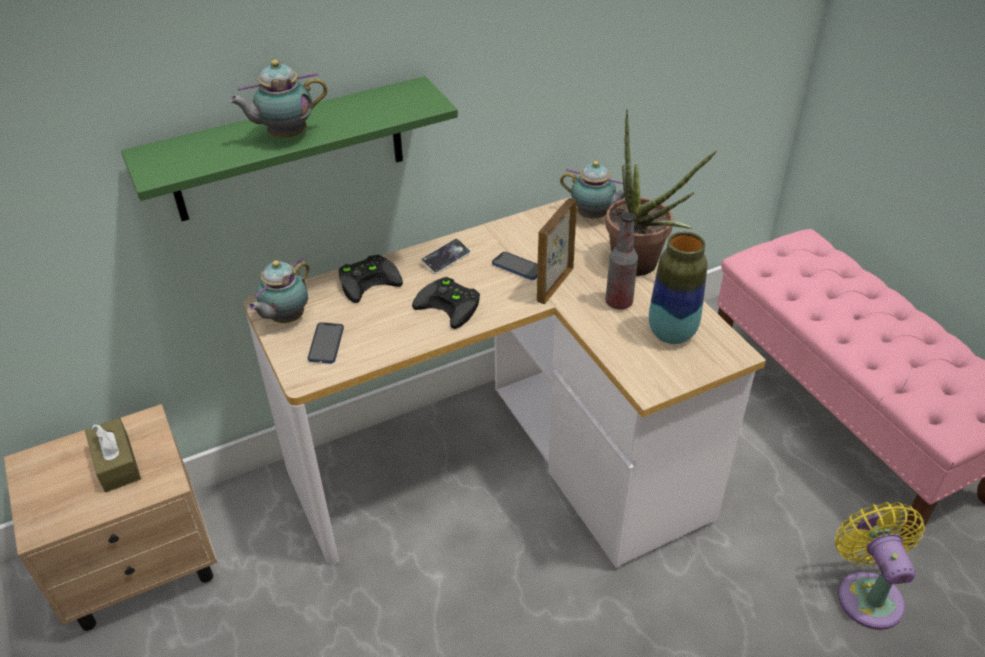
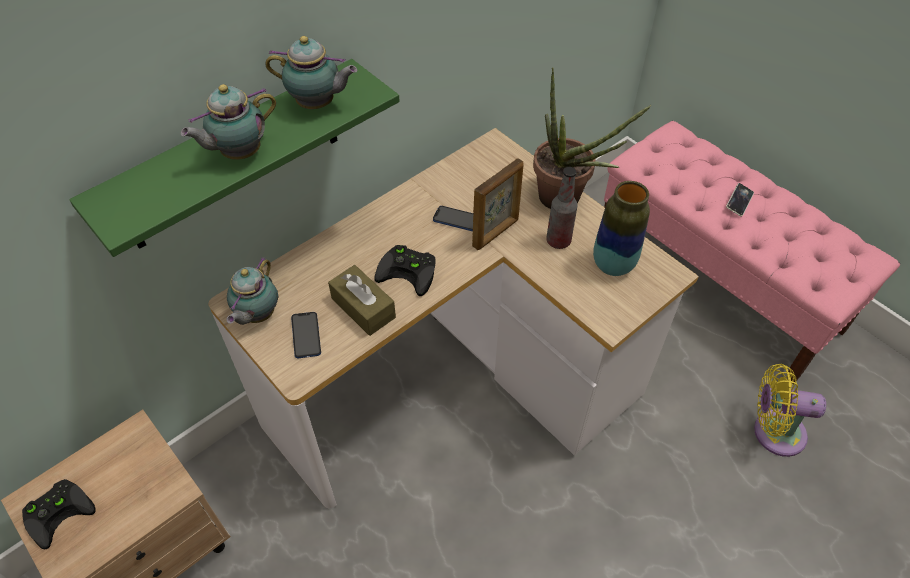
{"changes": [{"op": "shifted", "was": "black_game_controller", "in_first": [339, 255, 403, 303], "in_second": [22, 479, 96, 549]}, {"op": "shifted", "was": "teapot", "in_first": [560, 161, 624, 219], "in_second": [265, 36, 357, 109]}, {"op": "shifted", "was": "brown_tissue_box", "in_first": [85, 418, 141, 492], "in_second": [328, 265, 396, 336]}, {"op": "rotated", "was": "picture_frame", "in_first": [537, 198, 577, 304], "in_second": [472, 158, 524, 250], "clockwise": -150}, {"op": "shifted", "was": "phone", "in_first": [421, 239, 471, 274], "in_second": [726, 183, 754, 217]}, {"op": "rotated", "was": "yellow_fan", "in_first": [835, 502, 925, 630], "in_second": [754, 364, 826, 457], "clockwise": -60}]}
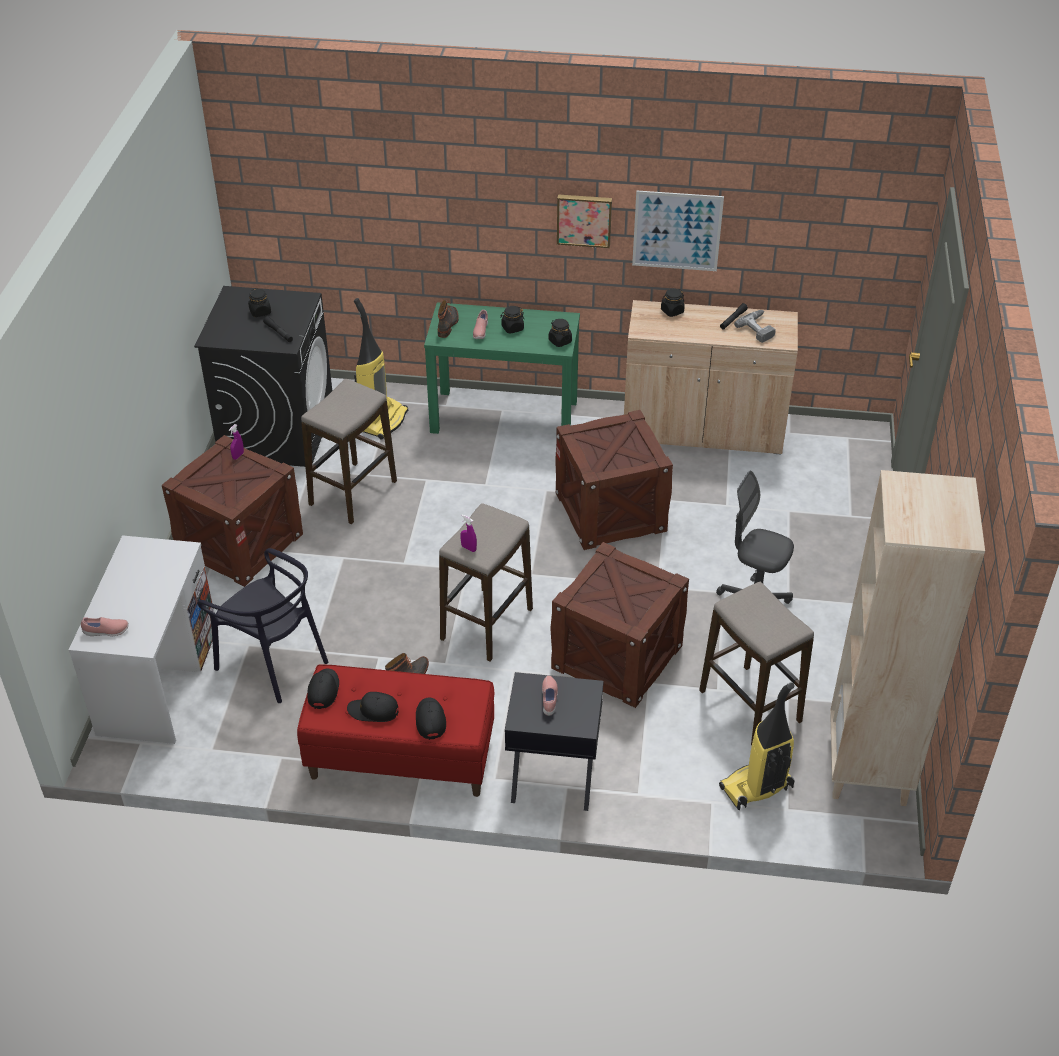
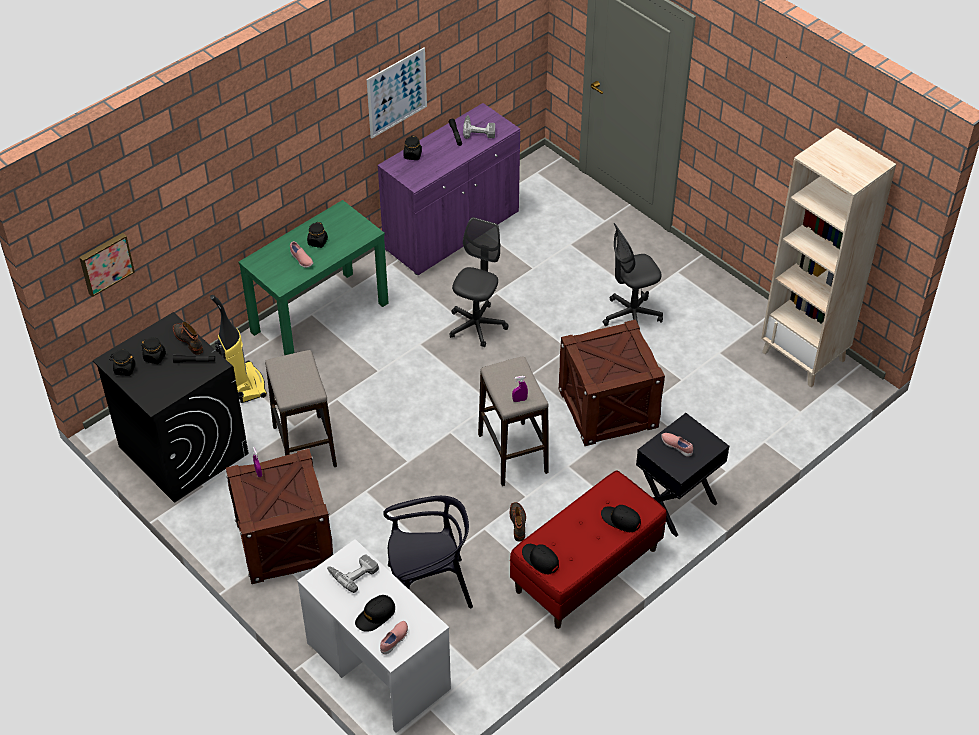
{"changes": [{"op": "shifted", "was": "picture", "in_first": [557, 194, 612, 248], "in_second": [79, 233, 135, 297]}, {"op": "shifted", "was": "black_jar", "in_first": [549, 319, 572, 347], "in_second": [110, 349, 136, 376]}, {"op": "shifted", "was": "boot", "in_first": [438, 300, 459, 338], "in_second": [173, 321, 203, 355]}, {"op": "new", "now": "power_drill", "in_second": [327, 555, 379, 593]}, {"op": "shifted", "was": "black_cap", "in_first": [347, 692, 398, 722], "in_second": [355, 595, 395, 632]}, {"op": "repainted", "was": "beige_cabinet", "now": "purple_cabinet", "in_first": [624, 300, 798, 454], "in_second": [377, 103, 520, 275]}, {"op": "swapped", "was": "crate", "now": "grey_office_chair", "in_first": [555, 410, 673, 550], "in_second": [450, 217, 508, 347]}, {"op": "gone", "was": "stool", "in_first": [699, 582, 814, 746]}, {"op": "gone", "was": "vacuum_cleaner", "in_first": [719, 683, 795, 810]}]}
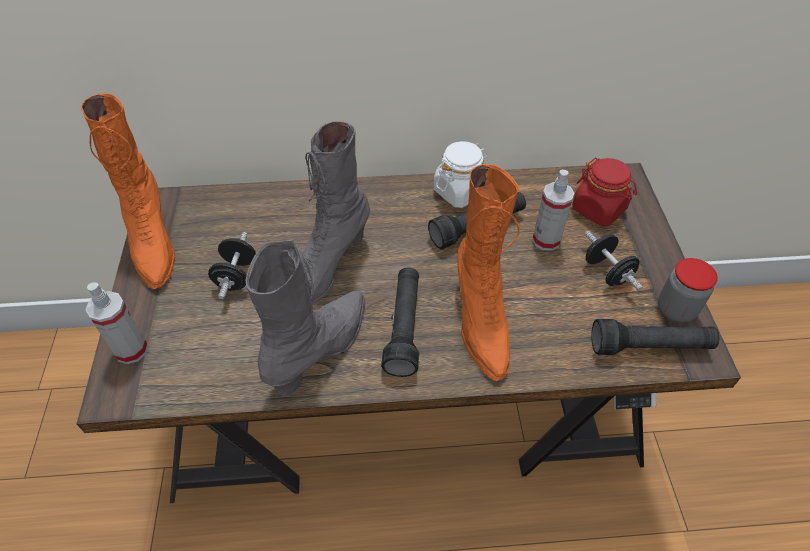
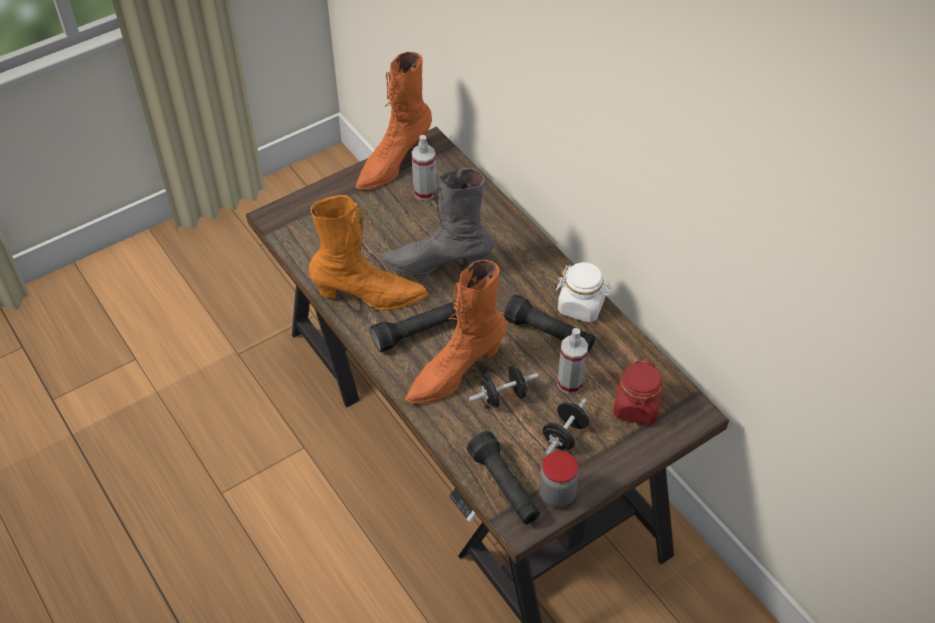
{"changes": [{"op": "repainted", "was": "grey_boot", "now": "orange_boot", "in_first": [246, 239, 365, 396], "in_second": [309, 195, 427, 311]}, {"op": "shifted", "was": "spray_bottle", "in_first": [86, 282, 148, 364], "in_second": [412, 135, 437, 200]}, {"op": "shifted", "was": "black_dumbbell", "in_first": [208, 232, 256, 299], "in_second": [469, 365, 539, 408]}]}
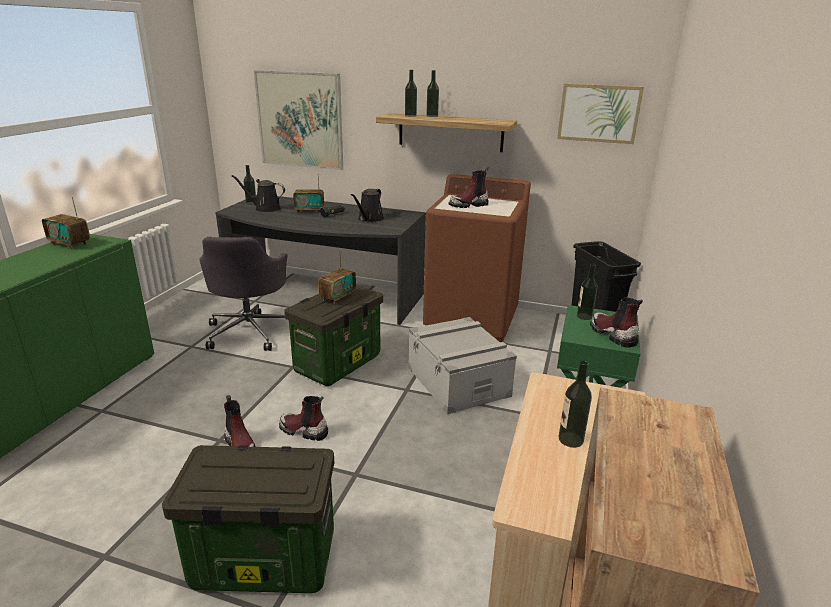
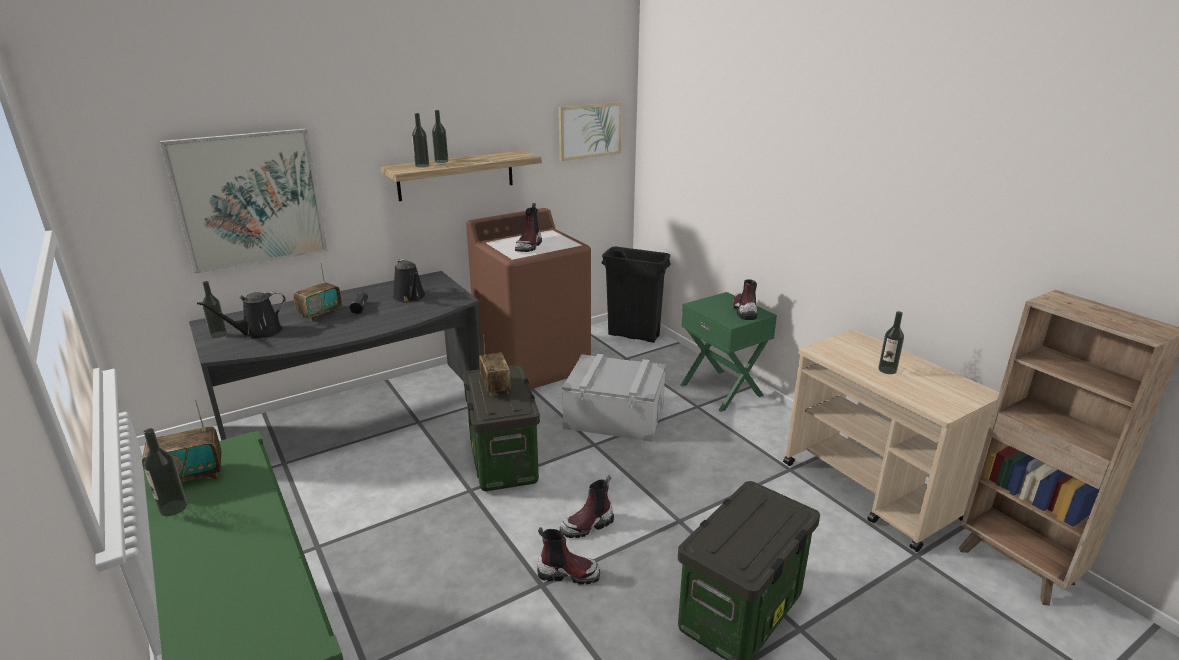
{"changes": [{"op": "shifted", "was": "bottle", "in_first": [577, 264, 598, 320], "in_second": [143, 428, 187, 516]}, {"op": "rotated", "was": "boot", "in_first": [590, 297, 643, 348], "in_second": [732, 279, 757, 320], "clockwise": 75}, {"op": "gone", "was": "grey_office_chair", "in_first": [200, 237, 288, 351]}]}
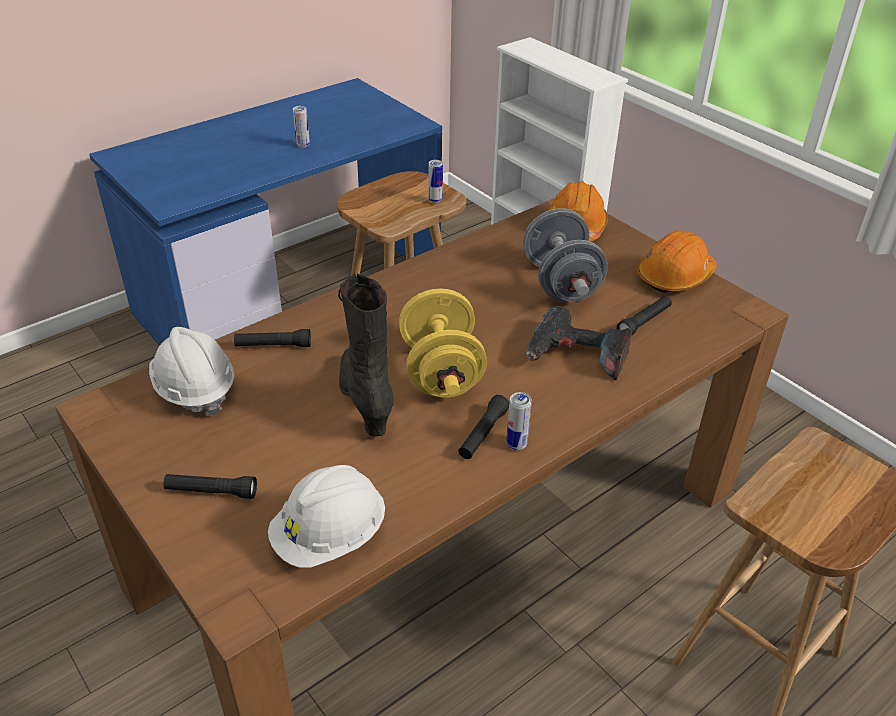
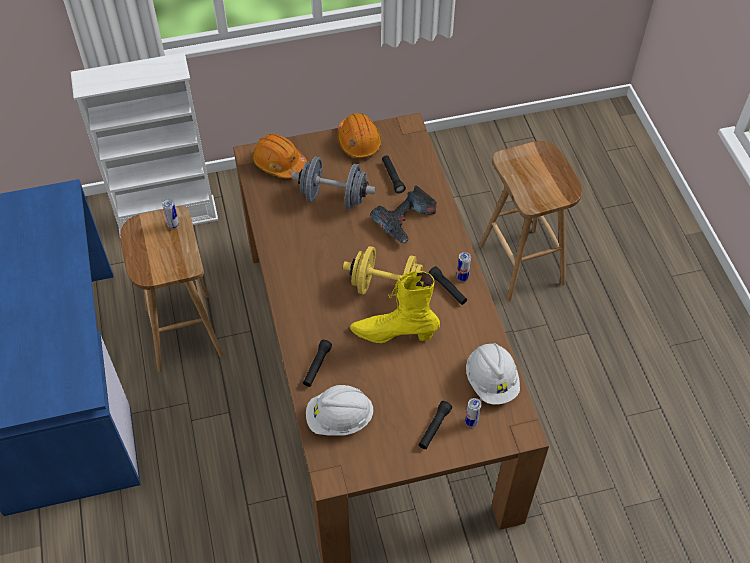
{"changes": [{"op": "repainted", "was": "black_boot", "now": "yellow_boot", "in_first": [338, 273, 394, 437], "in_second": [350, 271, 440, 343]}, {"op": "shifted", "was": "can", "in_first": [293, 106, 310, 148], "in_second": [465, 398, 481, 427]}]}
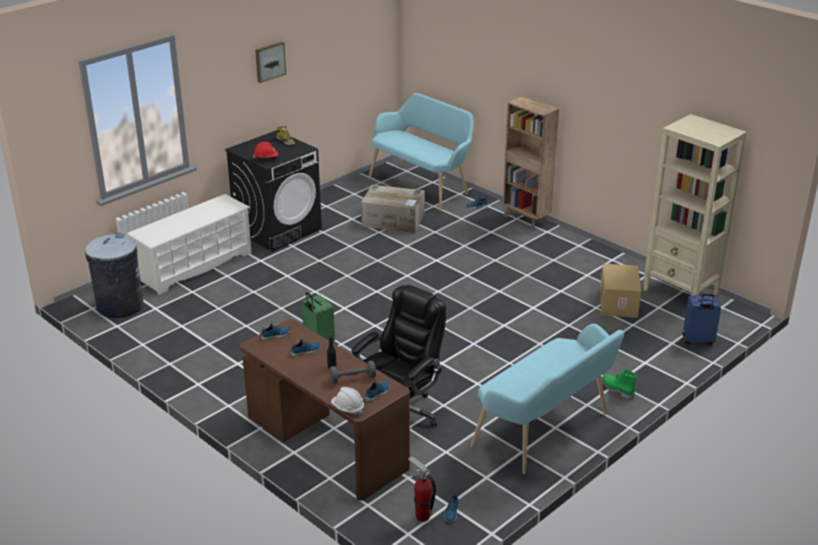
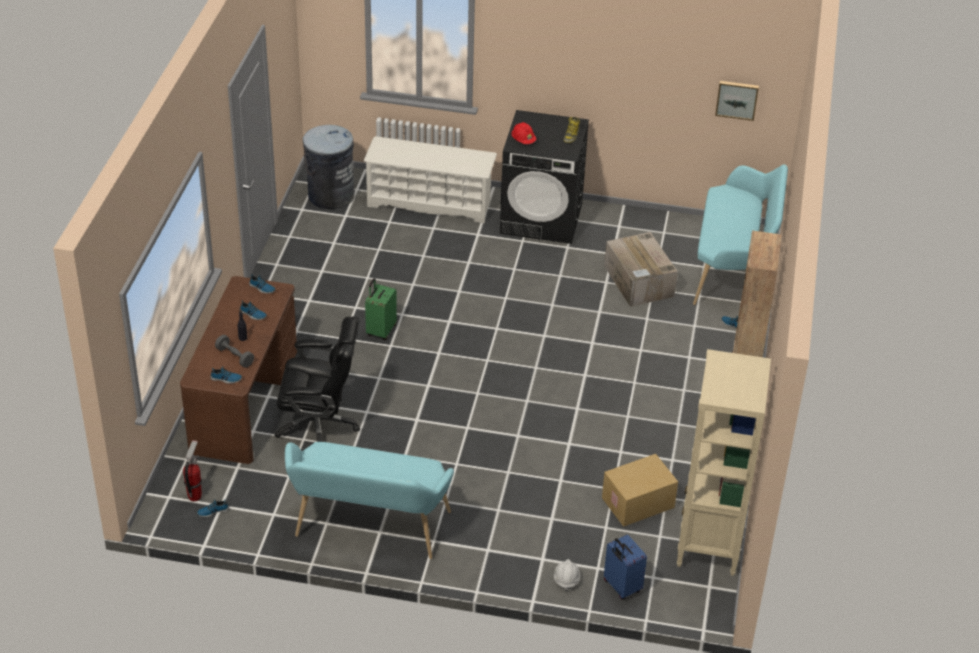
{"changes": [{"op": "shifted", "was": "white_hard_hat", "in_first": [331, 387, 364, 415], "in_second": [554, 559, 580, 591]}, {"op": "shifted", "was": "picture", "in_first": [255, 42, 286, 83], "in_second": [715, 81, 759, 121]}, {"op": "gone", "was": "green_boot", "in_first": [602, 369, 637, 400]}]}
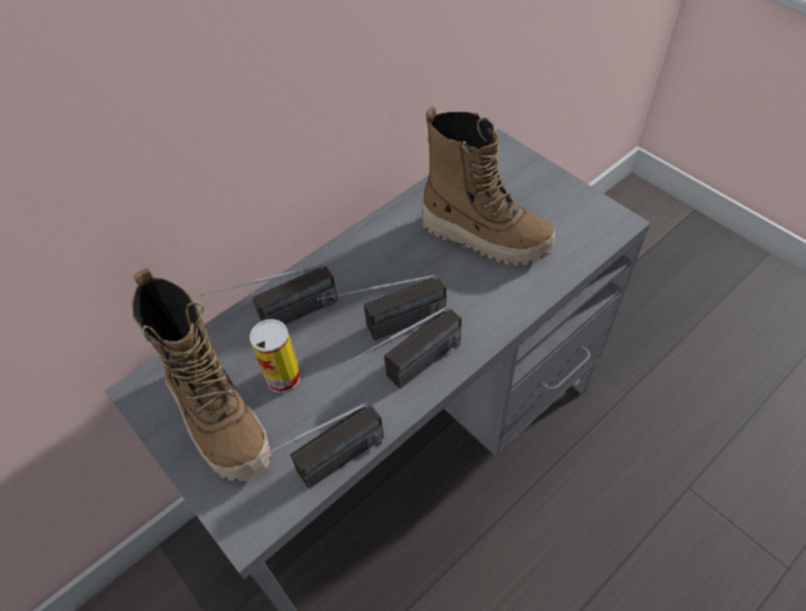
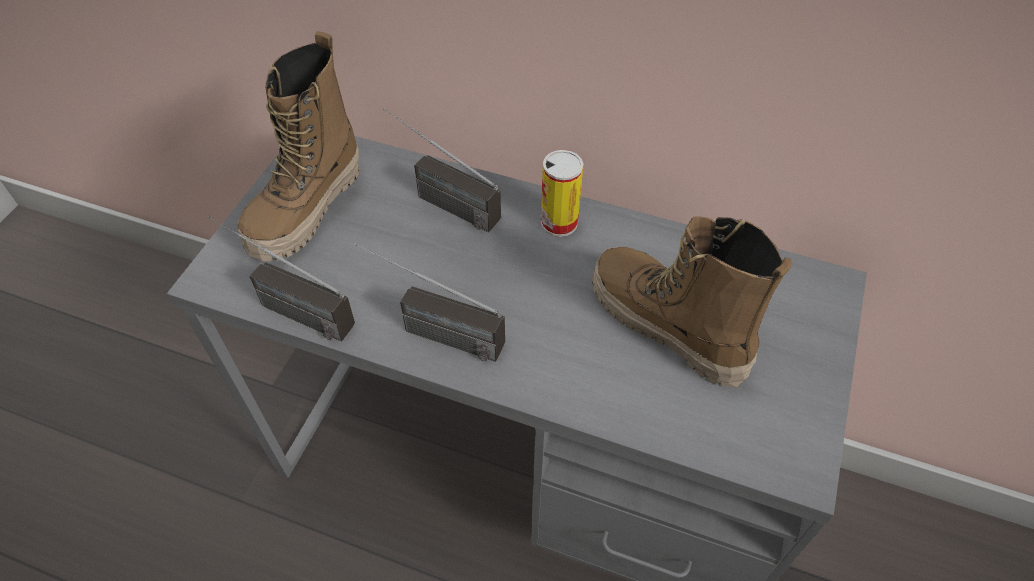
{"changes": [{"op": "shifted", "was": "can", "in_first": [250, 319, 301, 393], "in_second": [541, 150, 583, 237]}, {"op": "rotated", "was": "boot", "in_first": [422, 106, 555, 266], "in_second": [592, 216, 792, 387], "clockwise": 135}, {"op": "gone", "was": "radio", "in_first": [317, 275, 446, 340]}]}
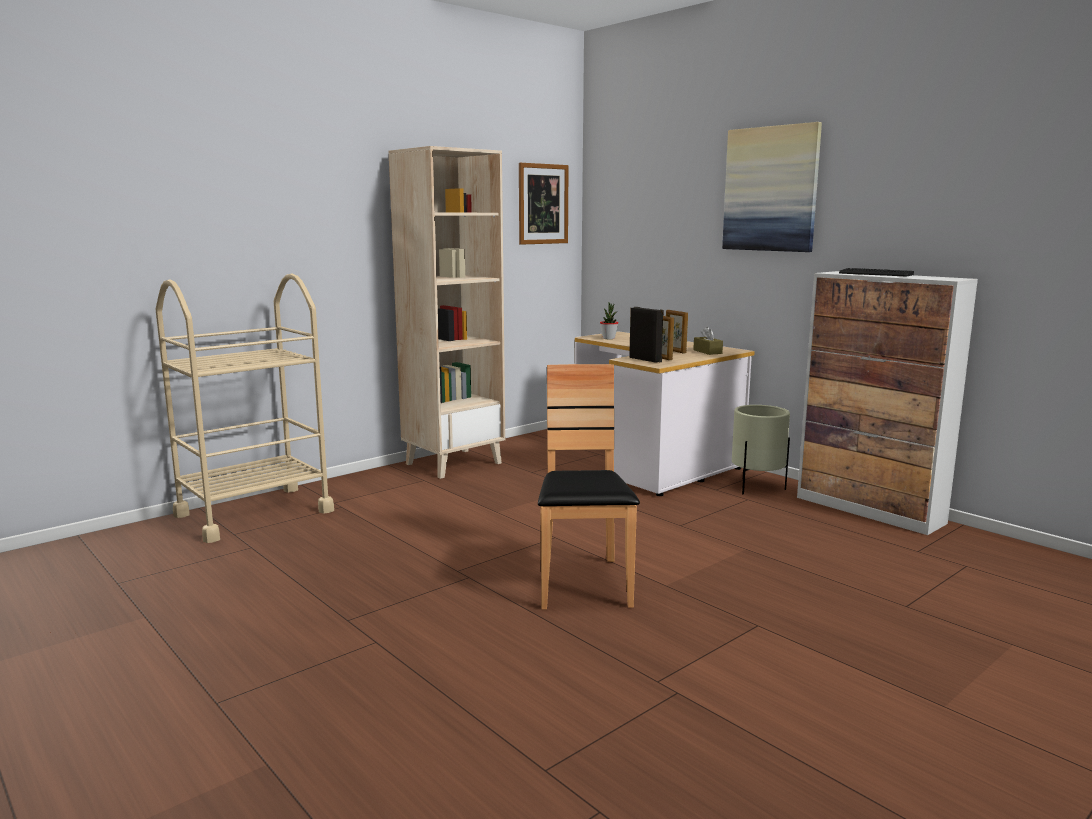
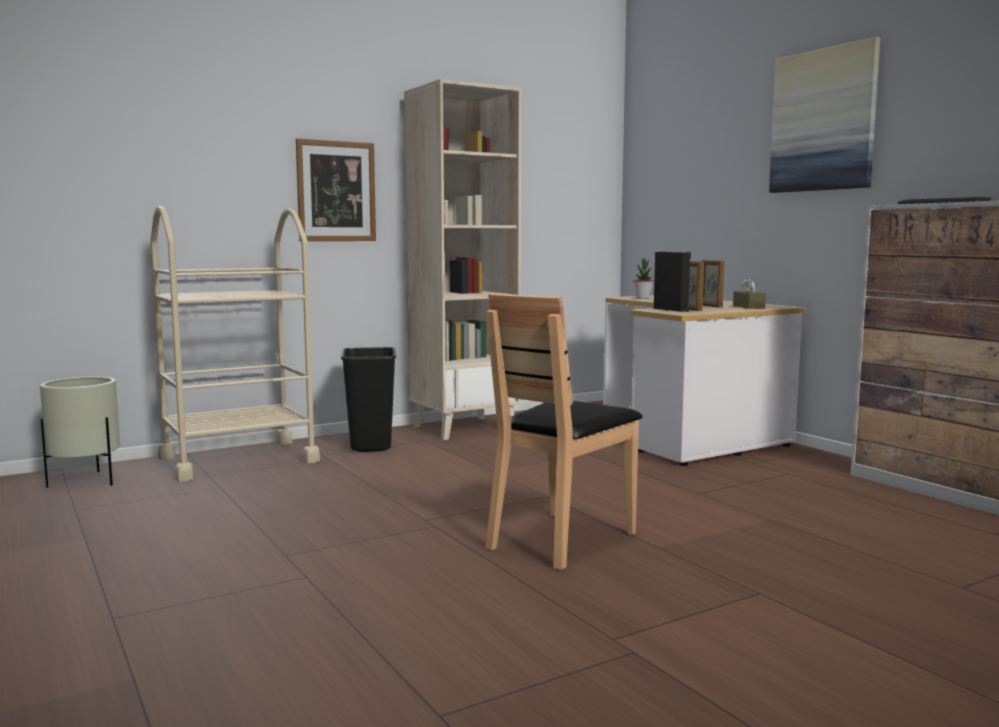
{"changes": [{"op": "shifted", "was": "beige_planter", "in_first": [732, 405, 790, 495], "in_second": [40, 377, 120, 488]}, {"op": "shifted", "was": "picture", "in_first": [519, 163, 569, 245], "in_second": [296, 139, 376, 241]}, {"op": "new", "now": "black_trash_can", "in_second": [341, 347, 396, 452]}, {"op": "rotated", "was": "brown_chair", "in_first": [538, 364, 640, 610], "in_second": [485, 293, 643, 570], "clockwise": -150}]}
